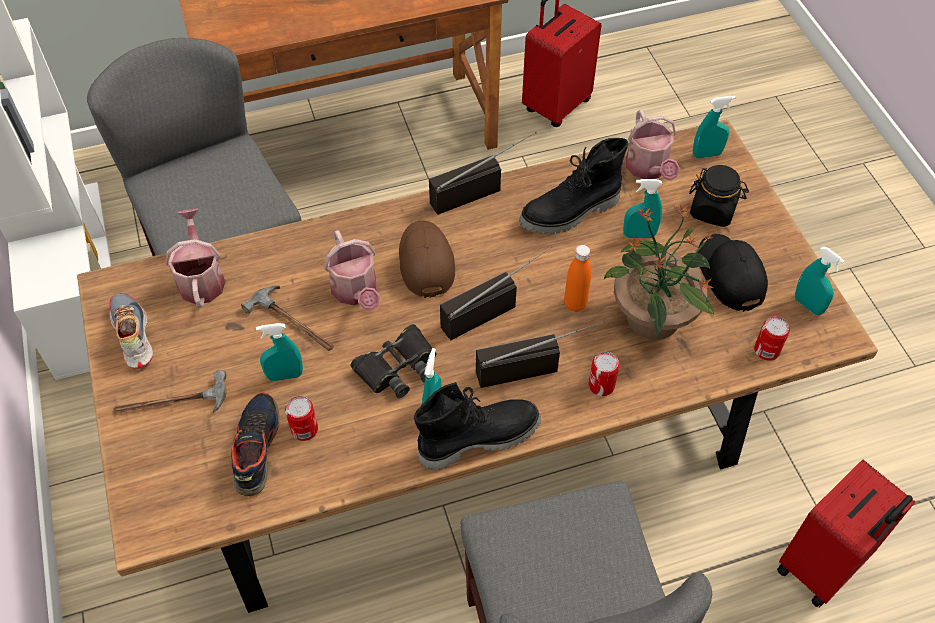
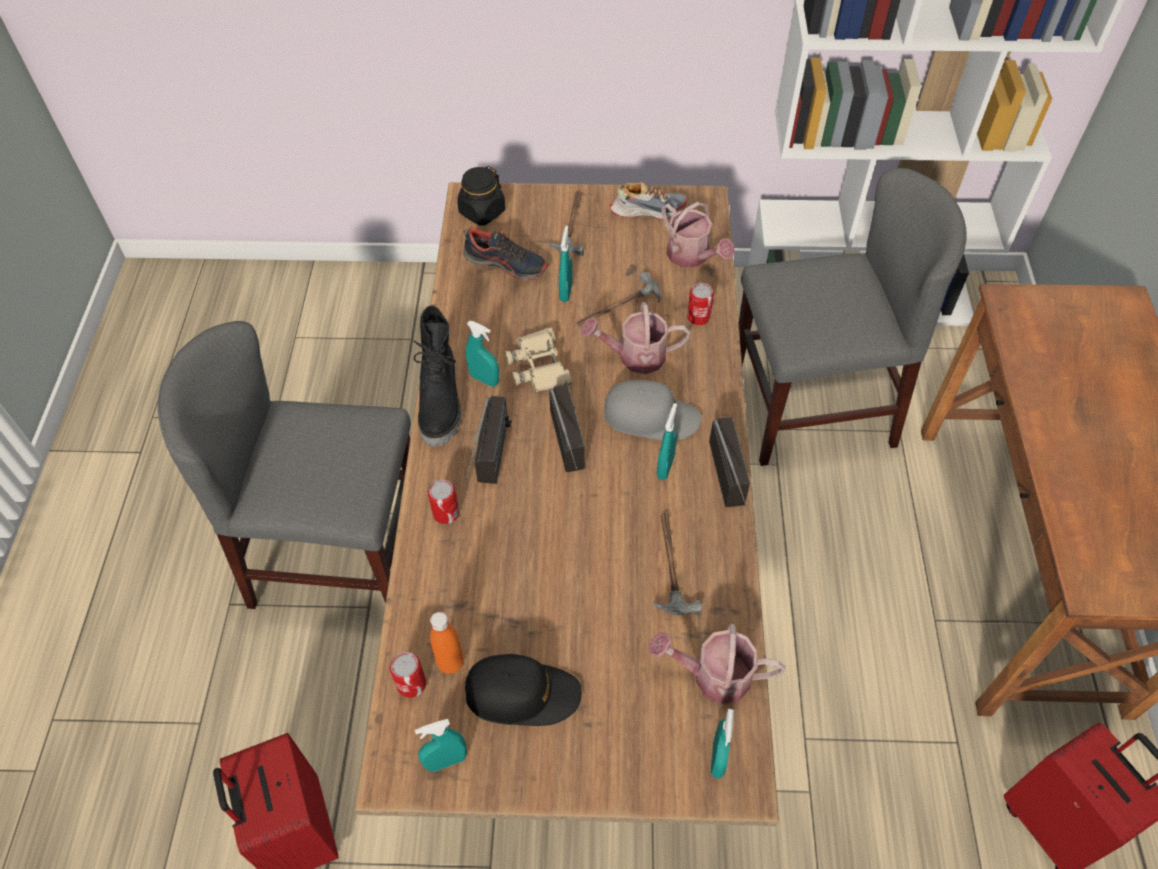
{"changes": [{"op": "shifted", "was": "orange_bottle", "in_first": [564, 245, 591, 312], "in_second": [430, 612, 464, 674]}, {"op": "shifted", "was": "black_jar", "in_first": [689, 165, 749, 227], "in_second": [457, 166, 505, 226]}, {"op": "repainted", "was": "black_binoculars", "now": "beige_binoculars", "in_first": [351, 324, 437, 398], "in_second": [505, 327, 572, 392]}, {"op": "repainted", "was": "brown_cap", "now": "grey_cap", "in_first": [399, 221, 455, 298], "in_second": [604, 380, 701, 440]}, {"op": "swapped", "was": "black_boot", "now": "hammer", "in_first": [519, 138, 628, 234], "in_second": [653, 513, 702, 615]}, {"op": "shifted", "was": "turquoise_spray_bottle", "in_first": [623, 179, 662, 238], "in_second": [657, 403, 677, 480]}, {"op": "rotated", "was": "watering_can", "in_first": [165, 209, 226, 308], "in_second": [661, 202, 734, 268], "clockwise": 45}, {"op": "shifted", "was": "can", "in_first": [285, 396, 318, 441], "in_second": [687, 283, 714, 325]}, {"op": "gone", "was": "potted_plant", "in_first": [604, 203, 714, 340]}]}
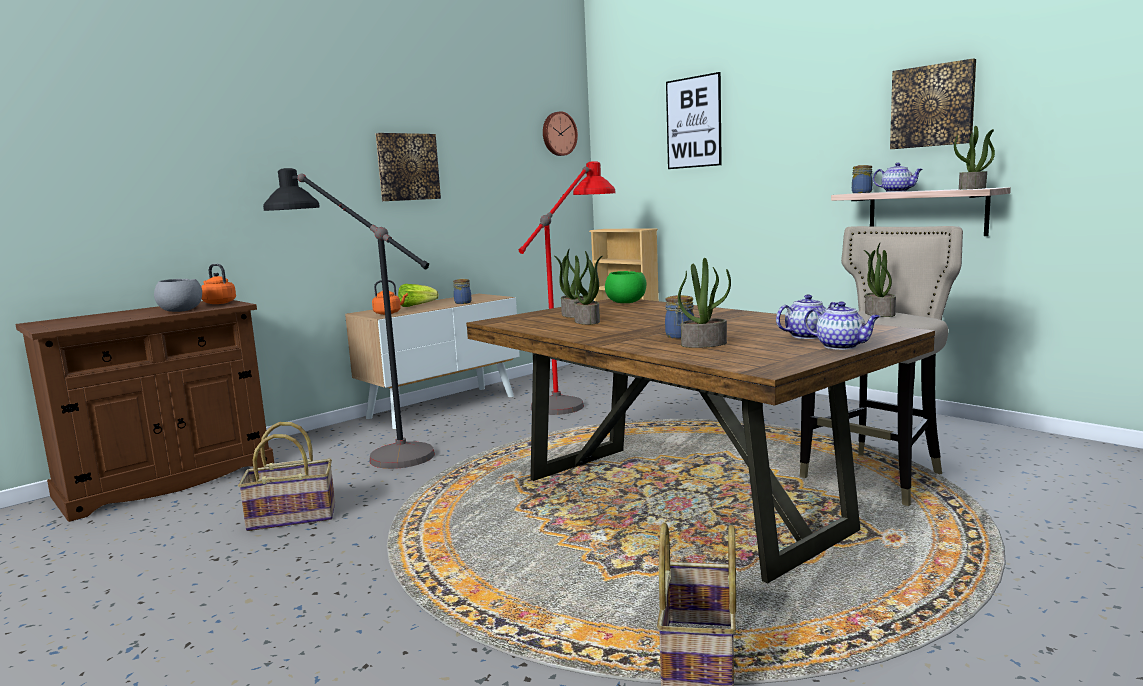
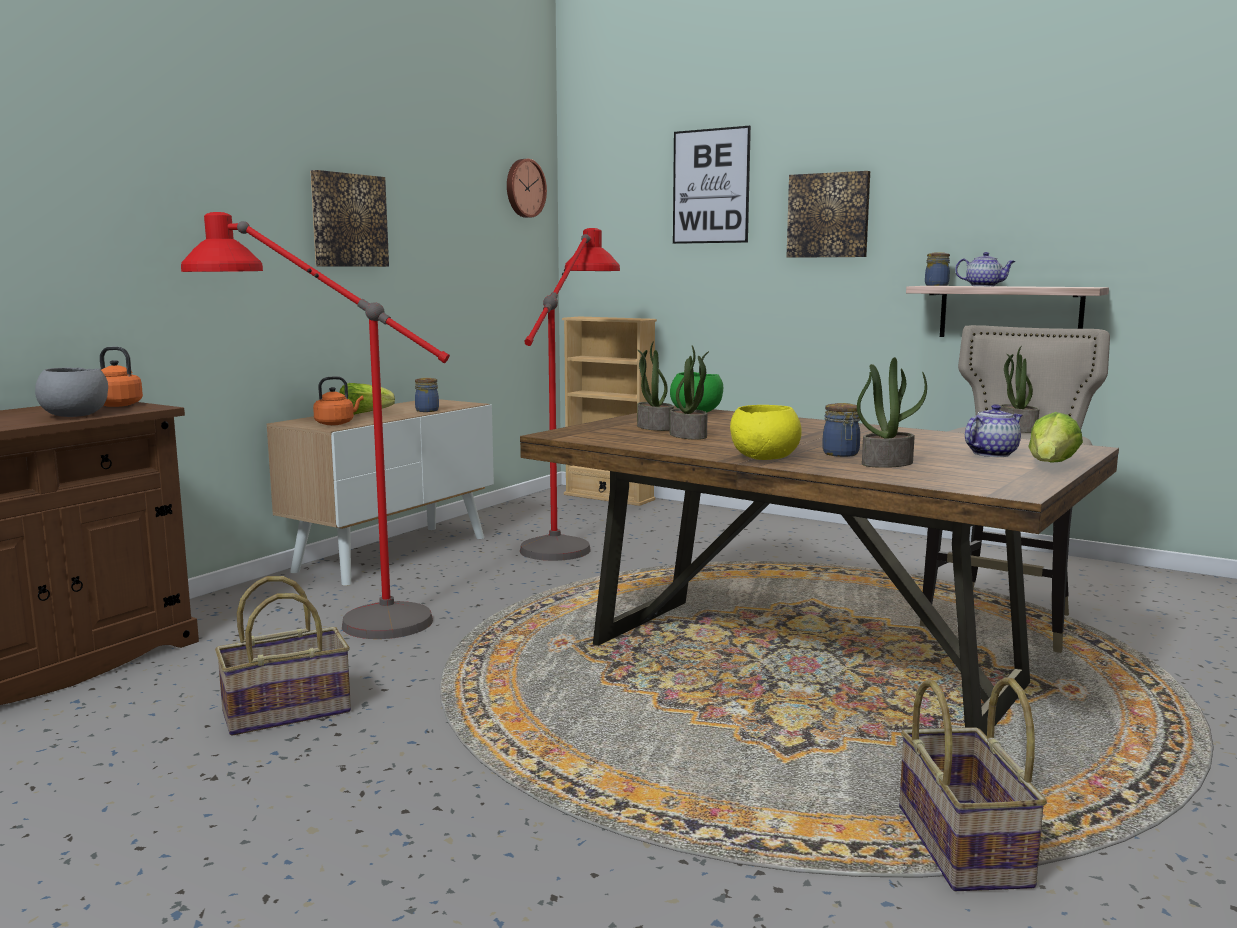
{"changes": [{"op": "repainted", "was": "black_floor_lamp", "now": "red_floor_lamp", "in_first": [263, 168, 435, 469], "in_second": [181, 212, 450, 639]}, {"op": "new", "now": "yellow_bowl", "in_second": [730, 405, 802, 460]}, {"op": "shifted", "was": "picture", "in_first": [890, 58, 976, 149], "in_second": [786, 171, 870, 258]}, {"op": "swapped", "was": "teapot", "now": "lettuce", "in_first": [804, 301, 881, 350], "in_second": [1028, 412, 1083, 463]}, {"op": "gone", "was": "potted_plant", "in_first": [954, 125, 995, 190]}]}
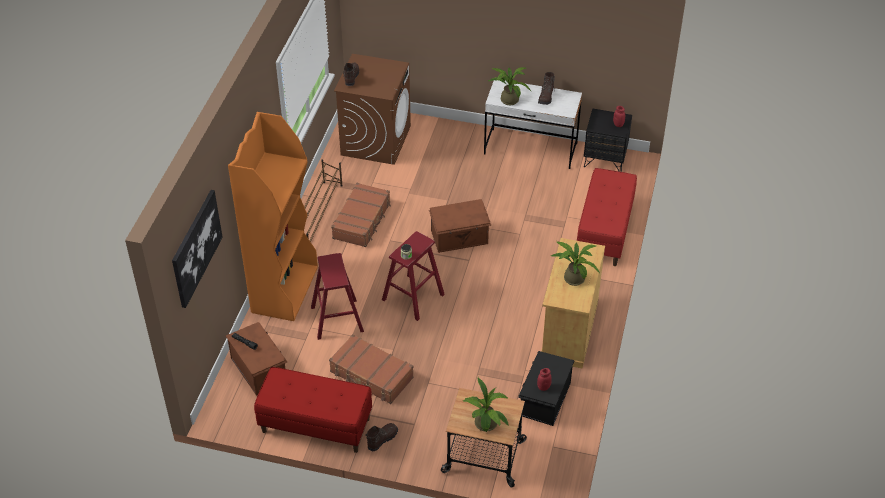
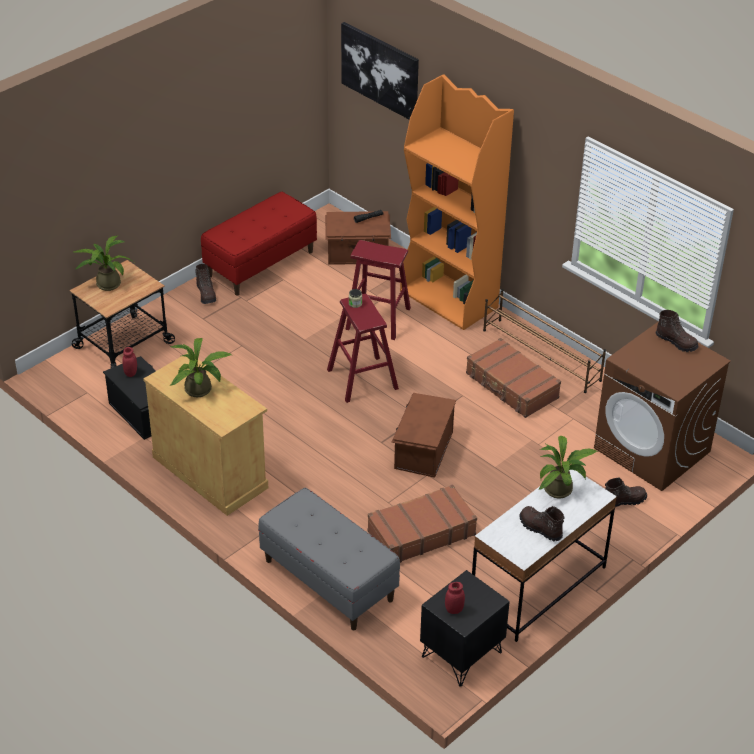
{"changes": [{"op": "repainted", "was": "red_bench", "now": "grey_bench", "in_first": [577, 168, 637, 266], "in_second": [258, 488, 400, 630]}, {"op": "shifted", "was": "brown_suitcase", "in_first": [329, 334, 414, 404], "in_second": [368, 484, 477, 563]}, {"op": "new", "now": "brown_boot", "in_second": [605, 477, 647, 507]}]}
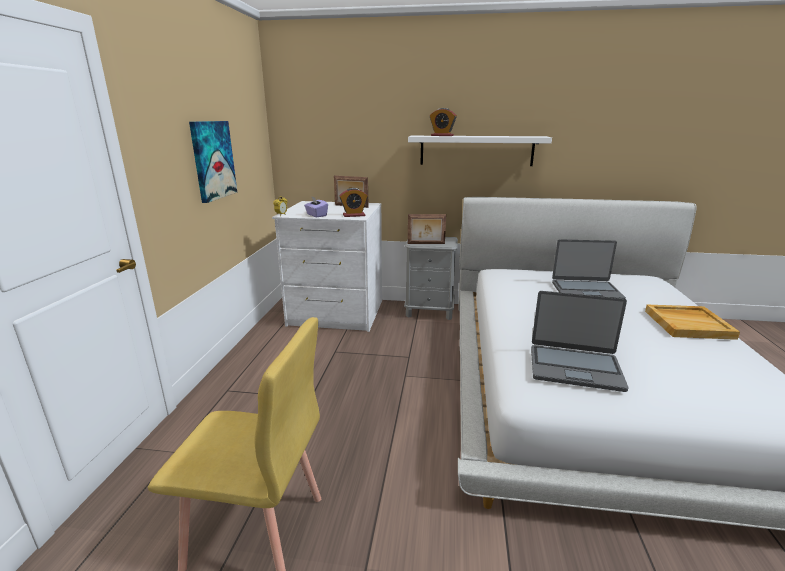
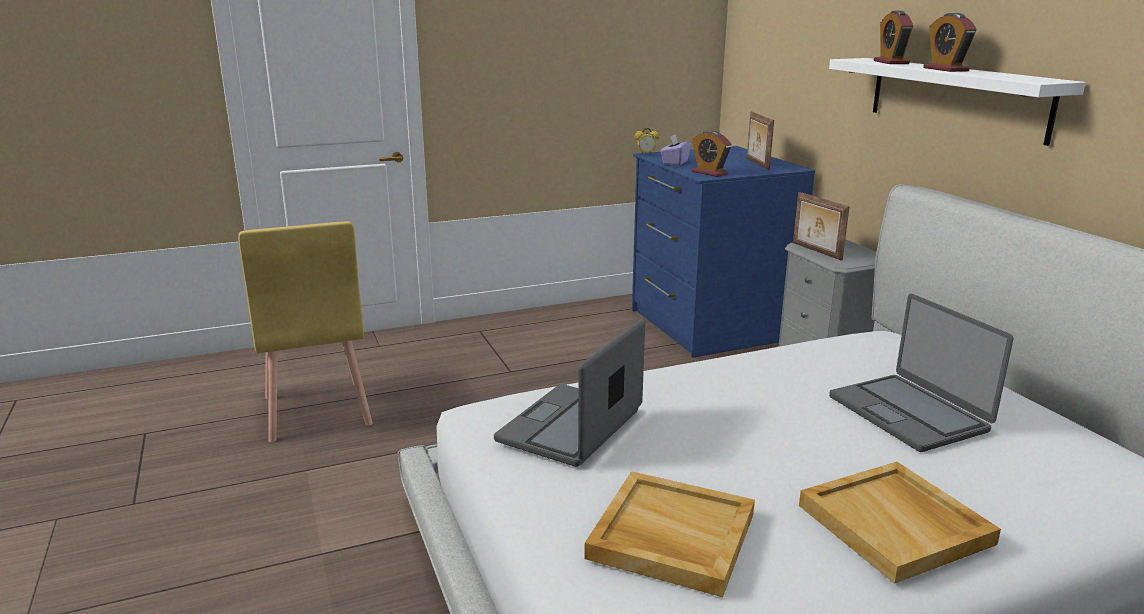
{"changes": [{"op": "rotated", "was": "laptop", "in_first": [531, 291, 629, 392], "in_second": [494, 319, 645, 467], "clockwise": 45}, {"op": "new", "now": "beige_tray", "in_second": [584, 471, 755, 597]}, {"op": "repainted", "was": "white_dresser", "now": "blue_dresser", "in_first": [272, 201, 382, 332], "in_second": [632, 146, 815, 358]}, {"op": "new", "now": "alarm_clock", "in_second": [923, 13, 977, 72]}, {"op": "gone", "was": "picture", "in_first": [189, 121, 237, 203]}]}
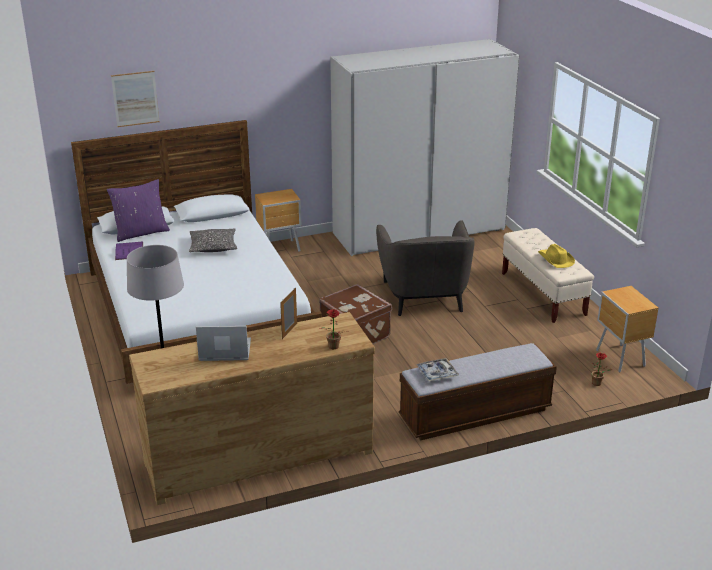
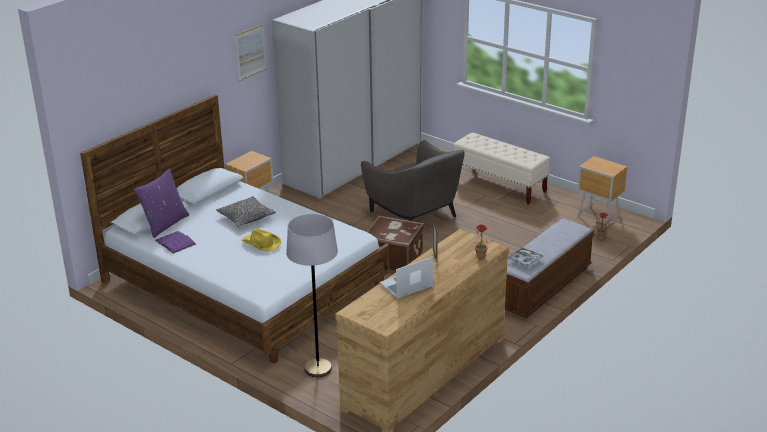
{"changes": [{"op": "shifted", "was": "picture", "in_first": [111, 71, 160, 127], "in_second": [235, 24, 267, 81]}, {"op": "shifted", "was": "yellow_hat", "in_first": [538, 244, 575, 268], "in_second": [242, 228, 281, 252]}]}
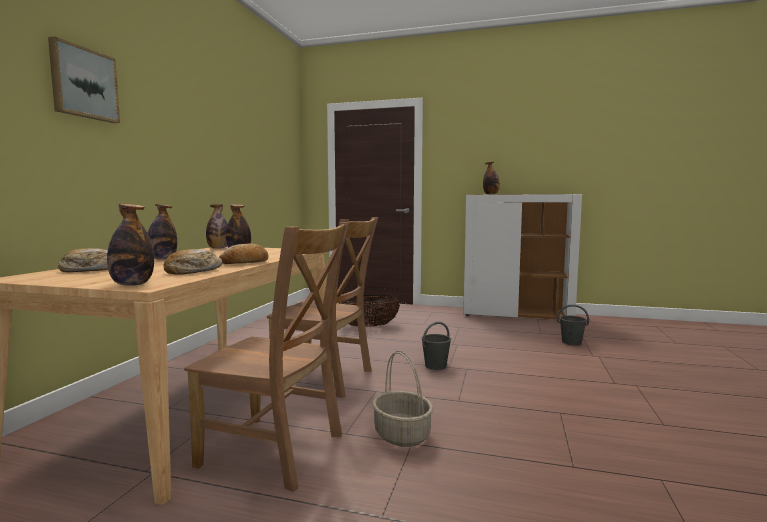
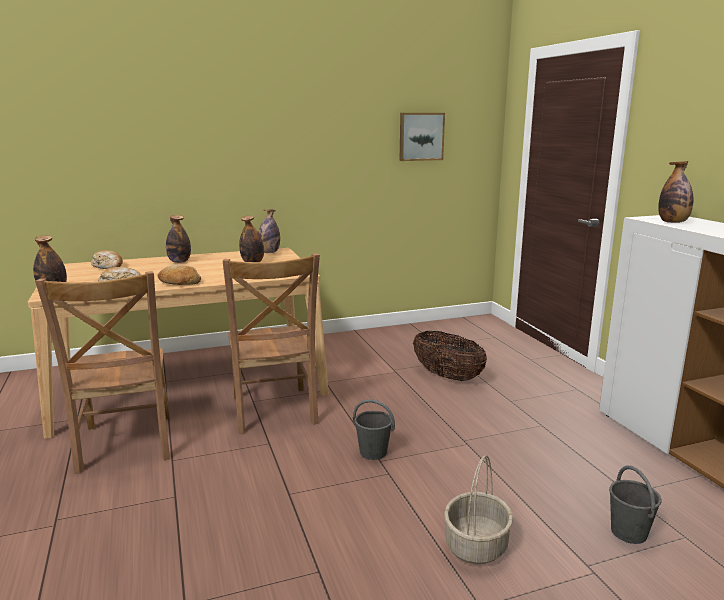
{"changes": [{"op": "shifted", "was": "picture", "in_first": [48, 36, 120, 123], "in_second": [399, 113, 445, 161]}, {"op": "shifted", "was": "basket", "in_first": [372, 350, 433, 447], "in_second": [444, 455, 513, 564]}]}
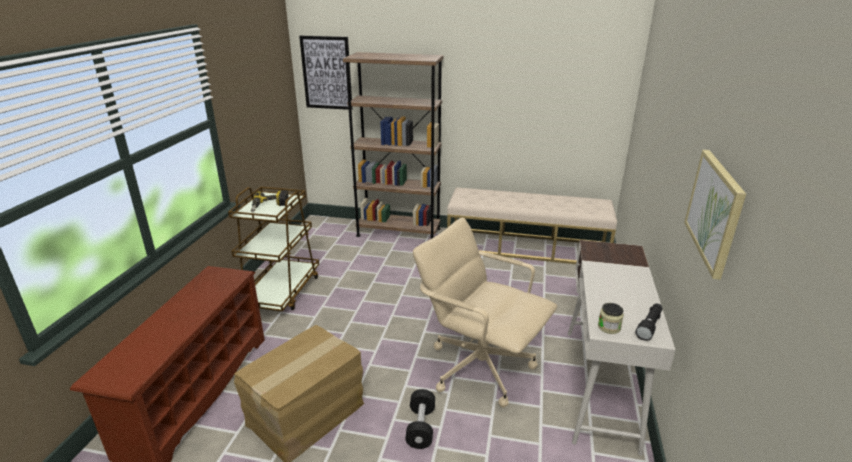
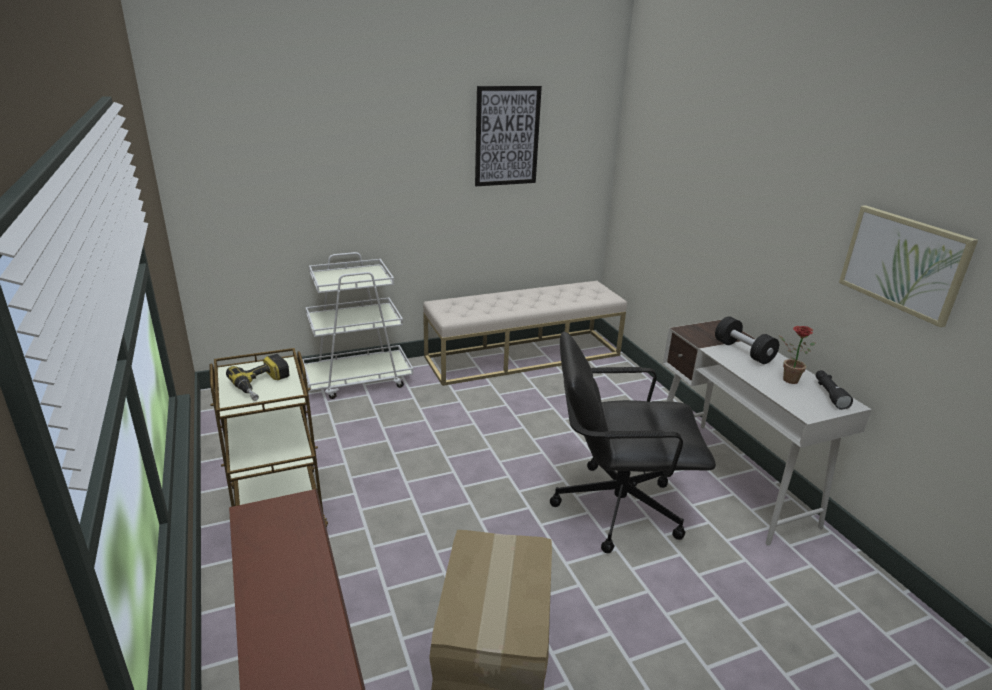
{"changes": [{"op": "swapped", "was": "brown_bookcase", "now": "white_cart", "in_first": [343, 52, 444, 239], "in_second": [302, 252, 413, 399]}, {"op": "shifted", "was": "picture", "in_first": [299, 36, 353, 110], "in_second": [475, 86, 542, 186]}, {"op": "repainted", "was": "beige_office_chair", "now": "black_office_chair", "in_first": [413, 217, 557, 408], "in_second": [550, 332, 716, 553]}, {"op": "shifted", "was": "black_dumbbell", "in_first": [405, 389, 435, 449], "in_second": [715, 316, 779, 364]}, {"op": "new", "now": "potted_plant", "in_second": [779, 326, 815, 384]}, {"op": "gone", "was": "jar", "in_first": [598, 303, 624, 334]}]}
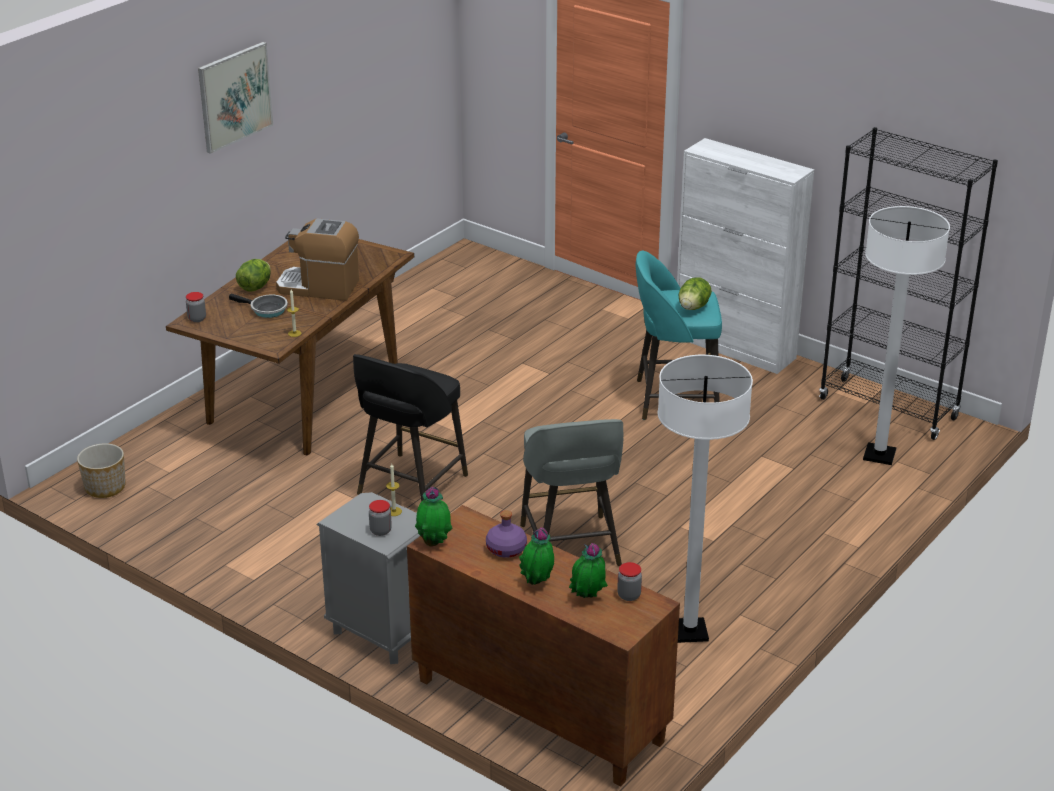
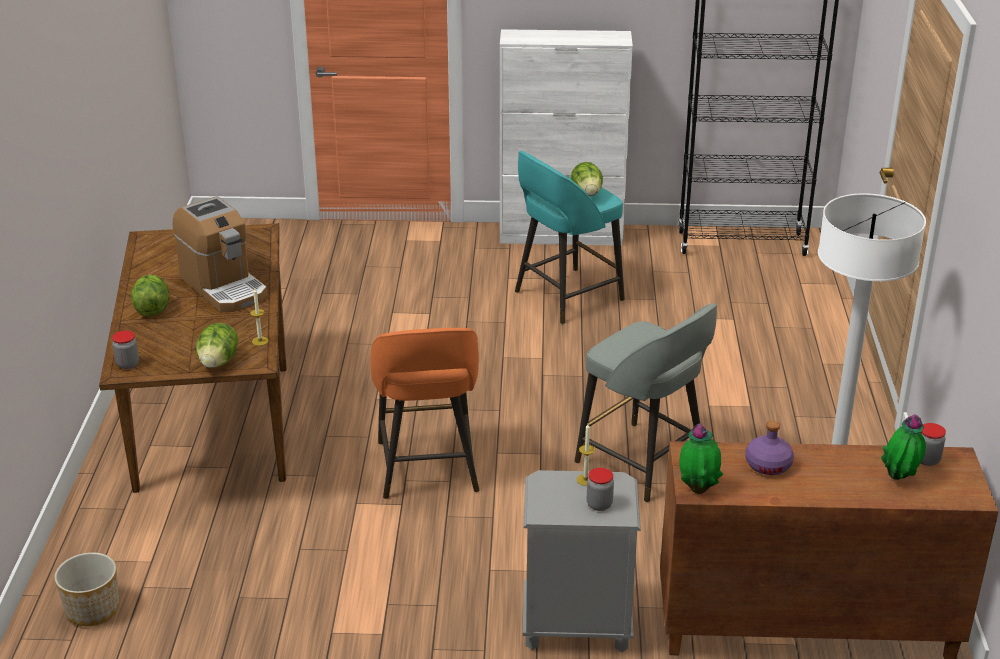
{"changes": [{"op": "rotated", "was": "coffee_machine", "in_first": [276, 218, 359, 301], "in_second": [173, 197, 267, 312], "clockwise": -105}, {"op": "new", "now": "lettuce", "in_second": [196, 323, 239, 368]}, {"op": "repainted", "was": "black_stool", "now": "orange_stool", "in_first": [353, 354, 468, 501], "in_second": [370, 328, 479, 499]}, {"op": "gone", "was": "picture", "in_first": [198, 42, 273, 154]}, {"op": "gone", "was": "frying_pan", "in_first": [229, 293, 288, 318]}, {"op": "gone", "was": "potted_plant", "in_first": [519, 527, 554, 585]}, {"op": "gone", "was": "white_floor_lamp", "in_first": [863, 206, 950, 465]}]}
